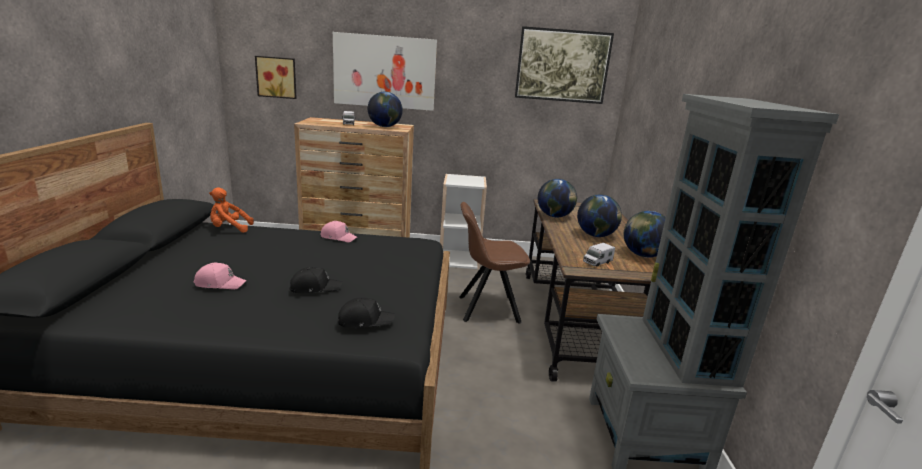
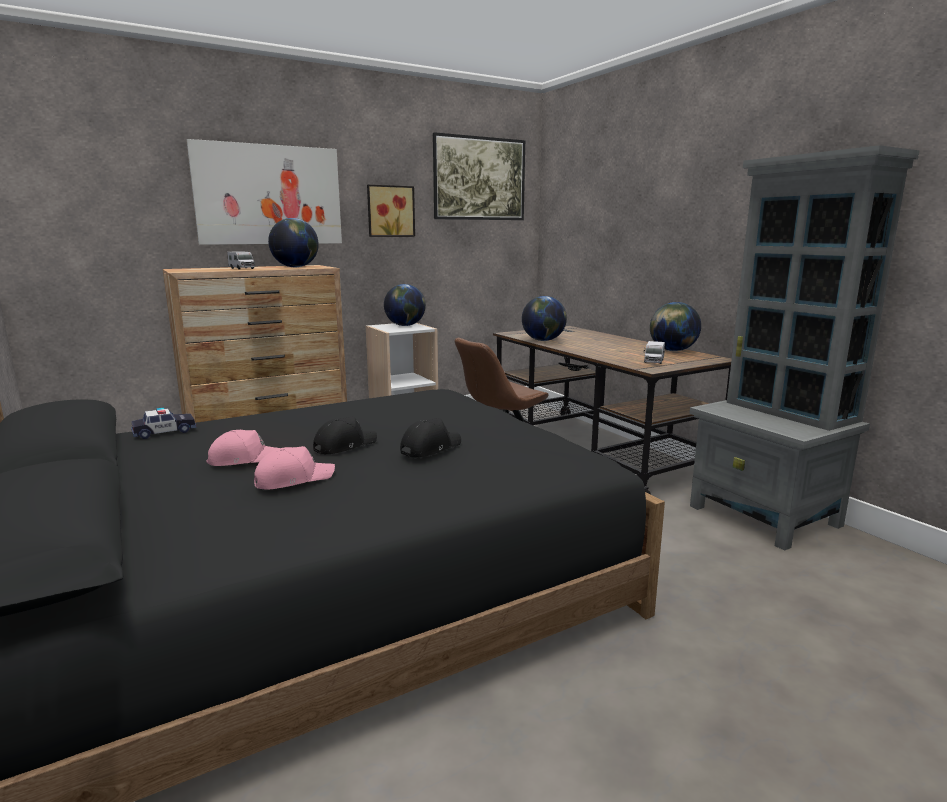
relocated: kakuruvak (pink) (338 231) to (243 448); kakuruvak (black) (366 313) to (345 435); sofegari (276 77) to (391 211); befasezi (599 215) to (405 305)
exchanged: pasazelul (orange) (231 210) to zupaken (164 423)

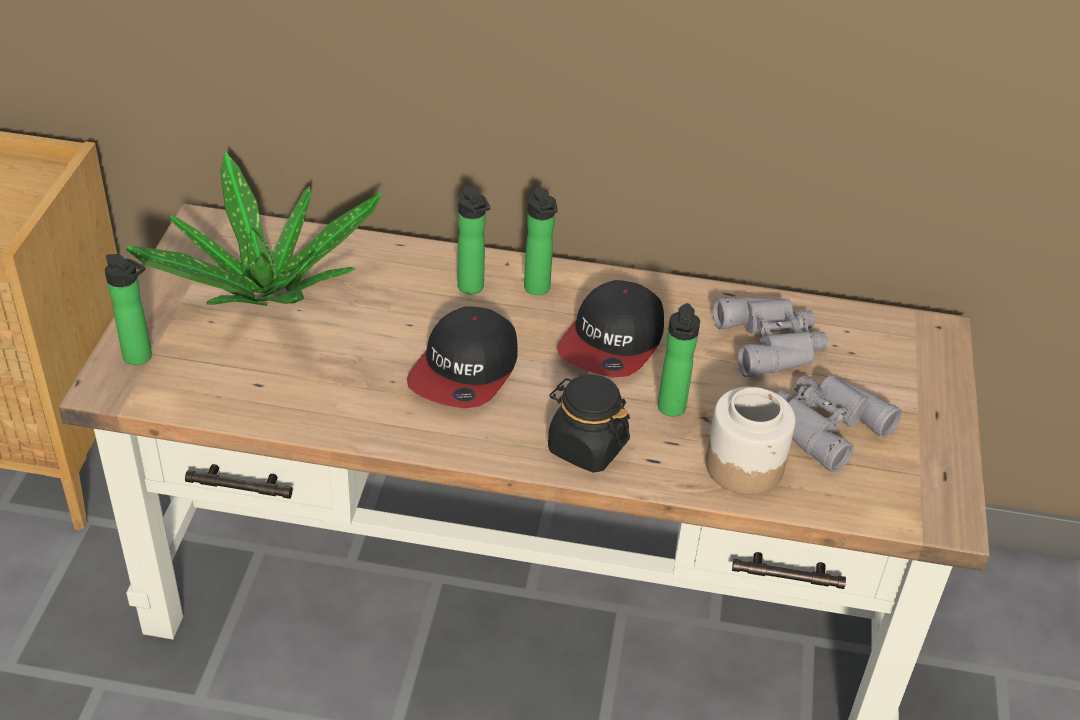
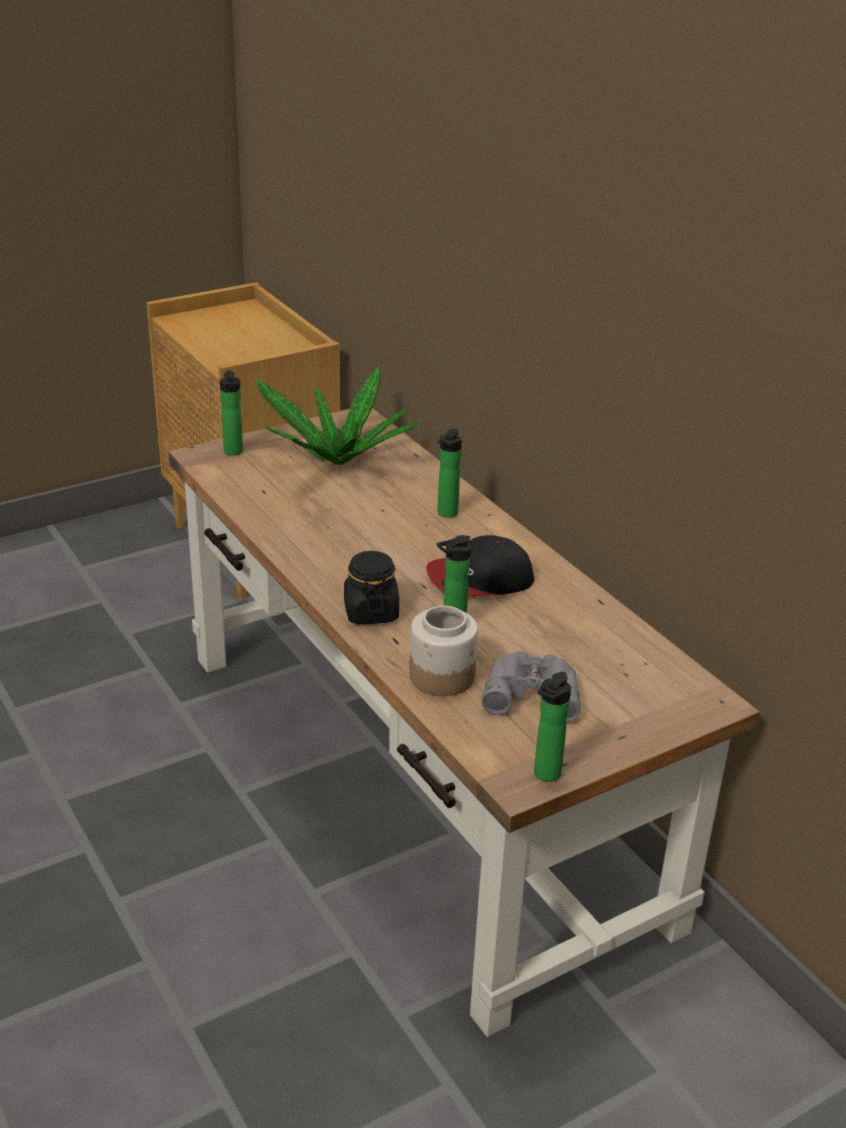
missing: kakuruvak (462 357); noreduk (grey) (770 337)
relocated: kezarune (541 241) to (552 727)

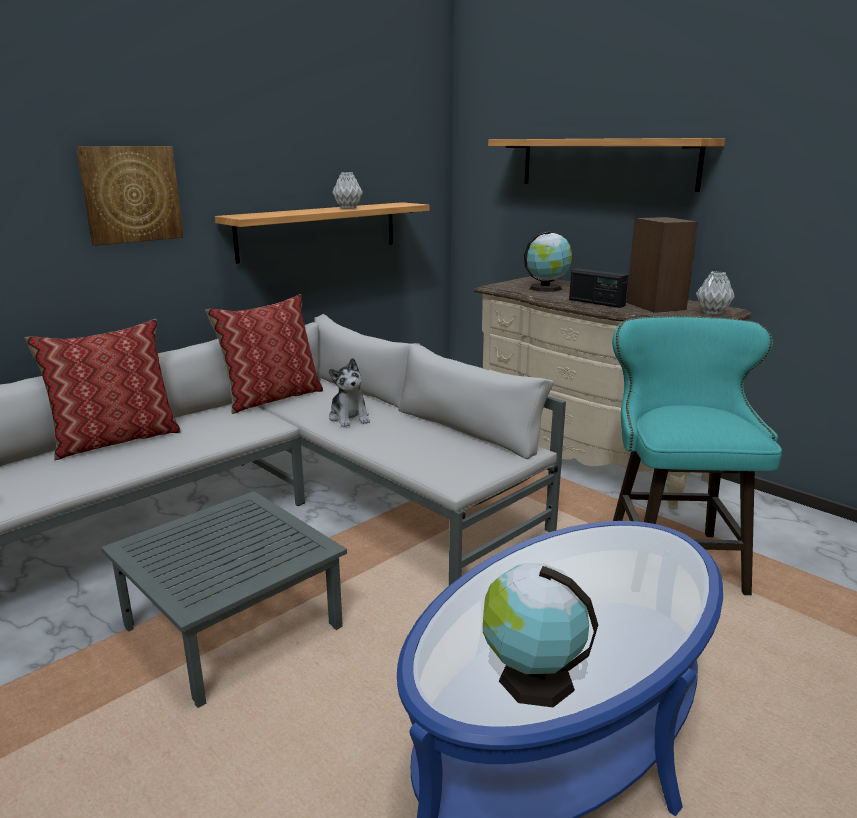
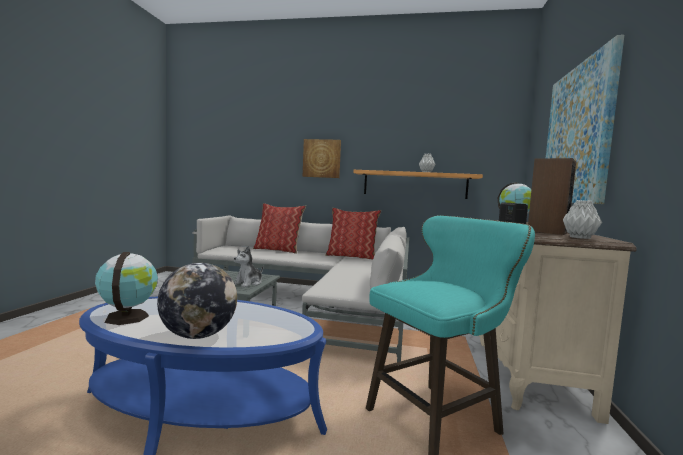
appeared: befasezi (197 301)
relocated: pasazelul (349 392) to (248 266)
exchanged: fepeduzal (606 165) to sofegari (585 119)

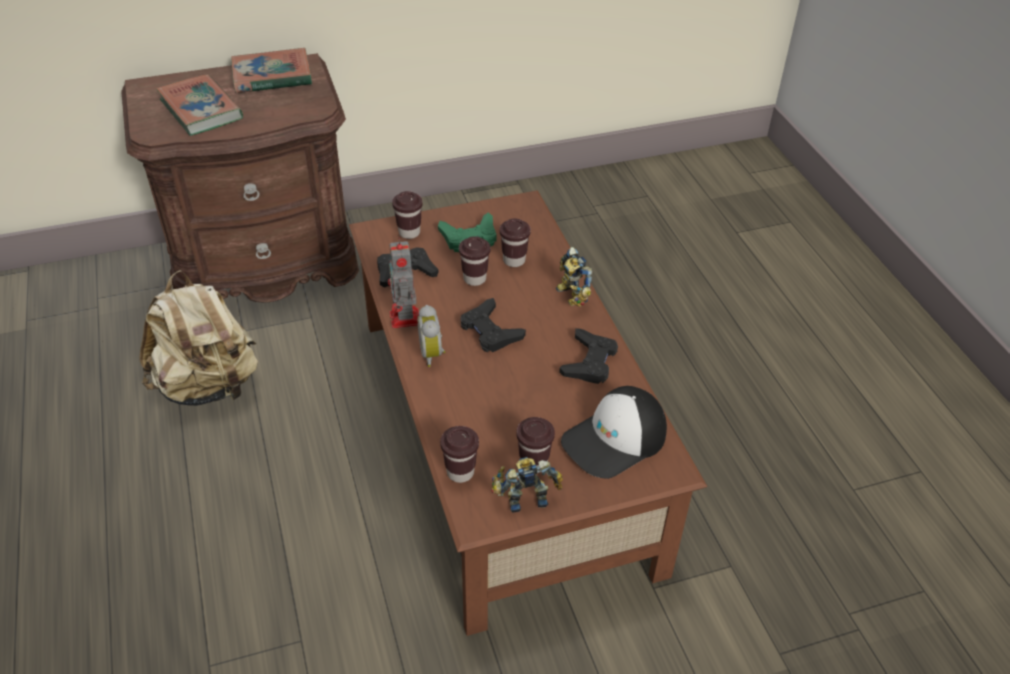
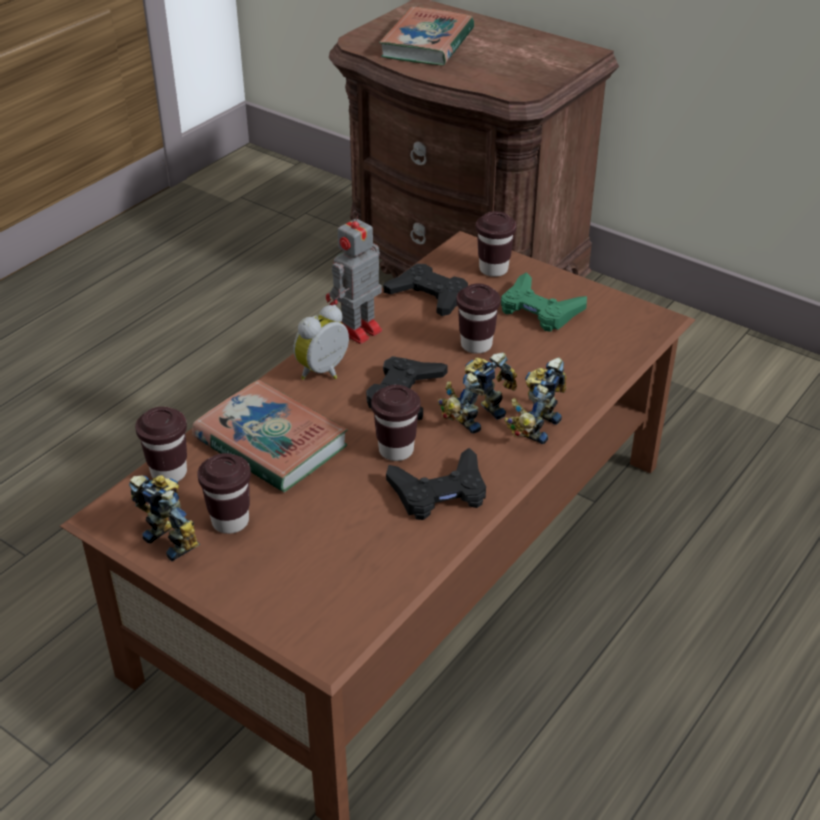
missing: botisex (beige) (198 338); kakuruvak (614 432)
appeared: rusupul (477 393)
relocated: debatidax (271 70) to (270 436); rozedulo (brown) (515 242) to (395 423)

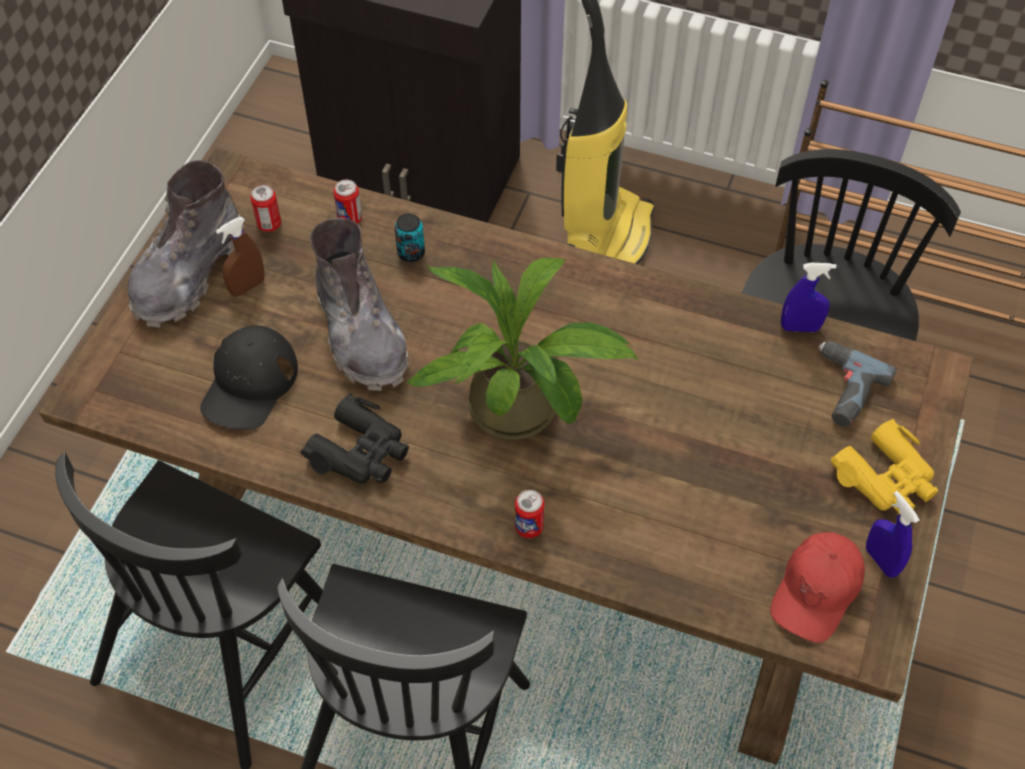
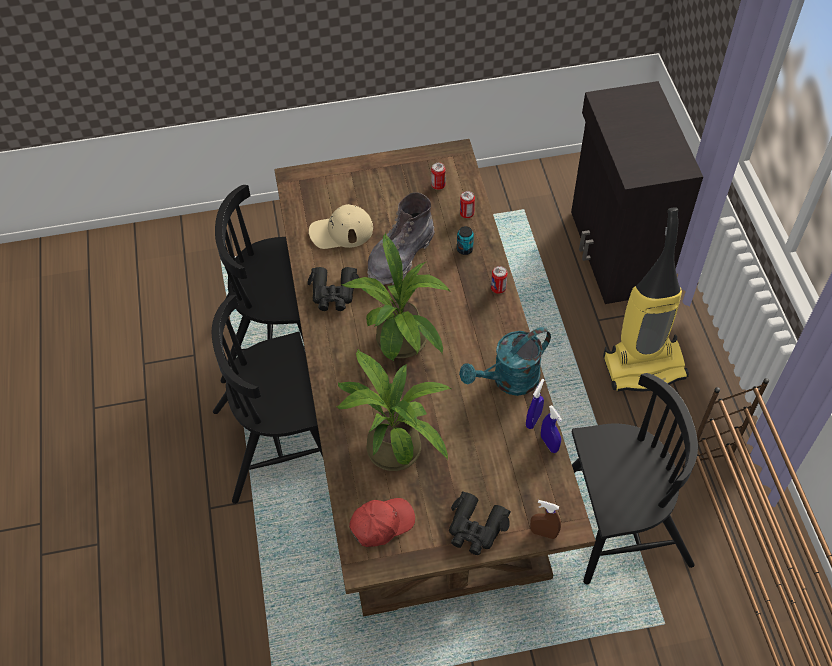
missing: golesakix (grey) (185 243); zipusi (858 384)
appeared: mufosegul (393 410); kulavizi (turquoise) (505 361)
relocated: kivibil (529 514) to (499 280); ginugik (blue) (893 534) to (535 404); ginugik (brown) (240 257) to (545 519)
colour: kakuruvak (black) (249 378) to kakuruvak (beige) (341 226); noreduk (yellow) (884 467) to noreduk (black) (480 523)
spun: kakuruvak (red) (817 587) = (382 522) 150 degrees clockwise

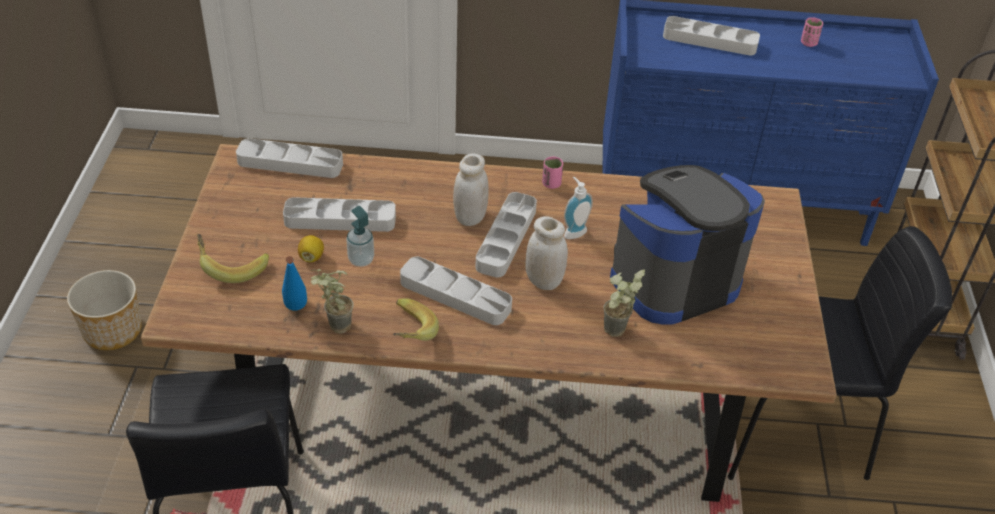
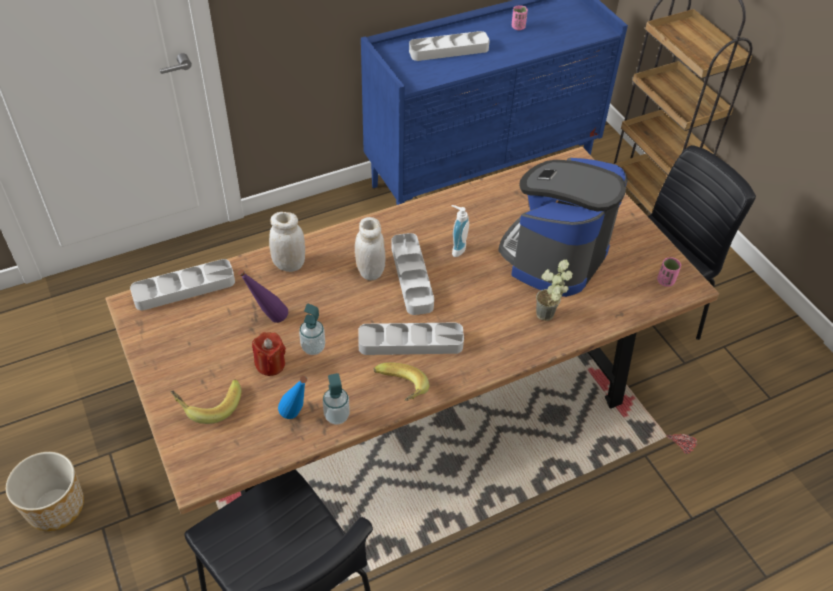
relocated: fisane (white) (546 253) to (287 242); rozedulo (pink) (552 172) to (669 272)
exchanged: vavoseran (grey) (339 214) to kezarune (purple) (263 296); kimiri (311 248) to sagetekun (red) (269 354); mufosegul (332 301) to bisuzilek (336 399)

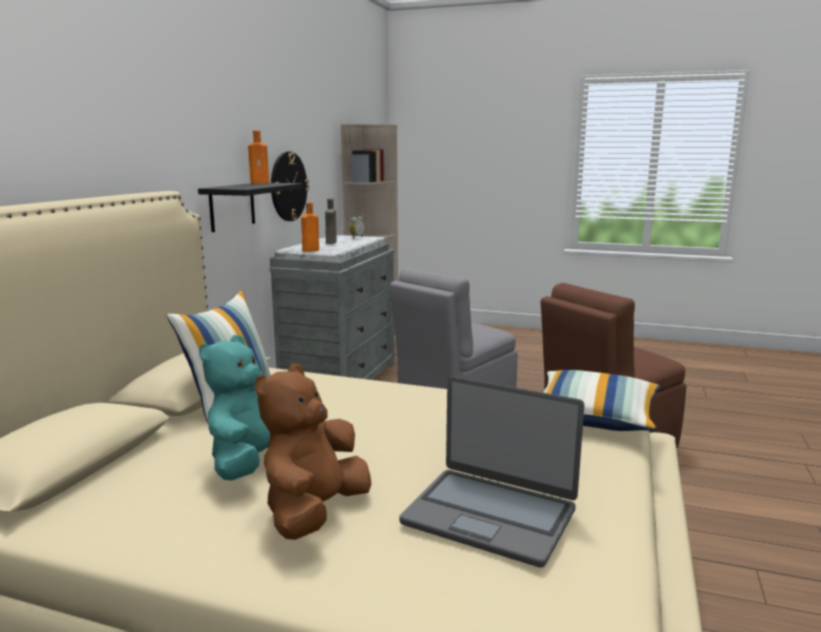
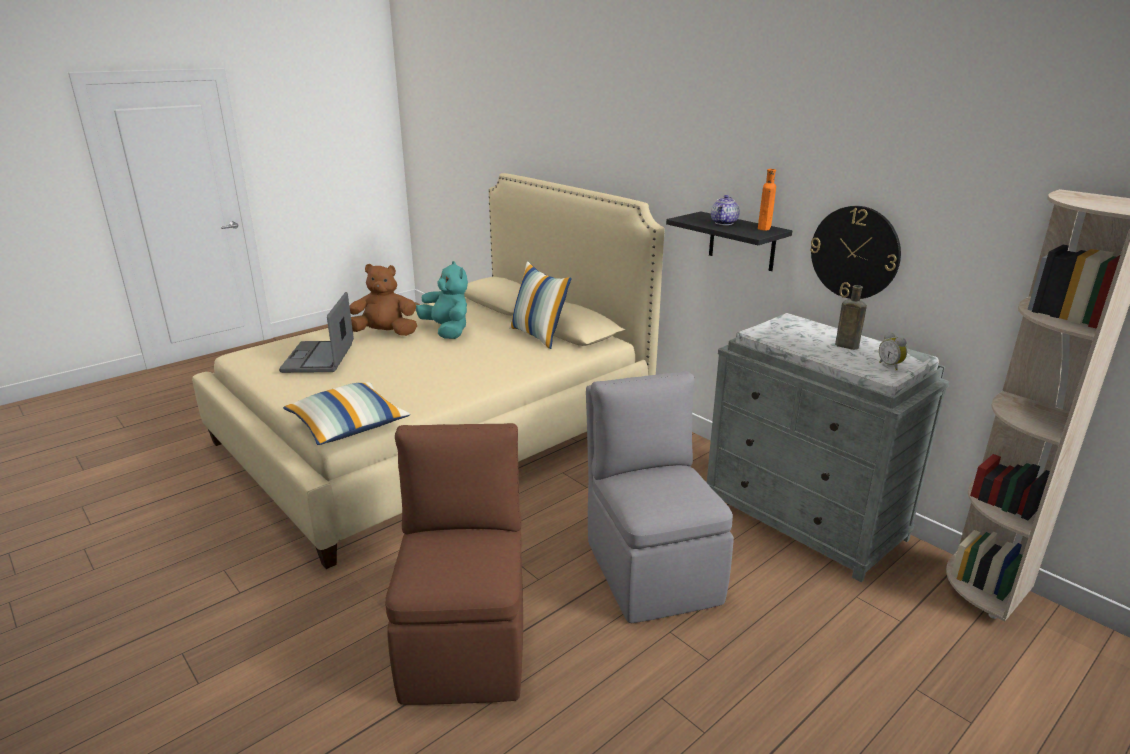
missing: kezarune (orange) (310 227)
appeared: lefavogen (725 210)
spun: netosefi (491 472) = (316 332) 60 degrees counterclockwise; pasazelul (brown) (313 452) = (383 300) 60 degrees counterclockwise

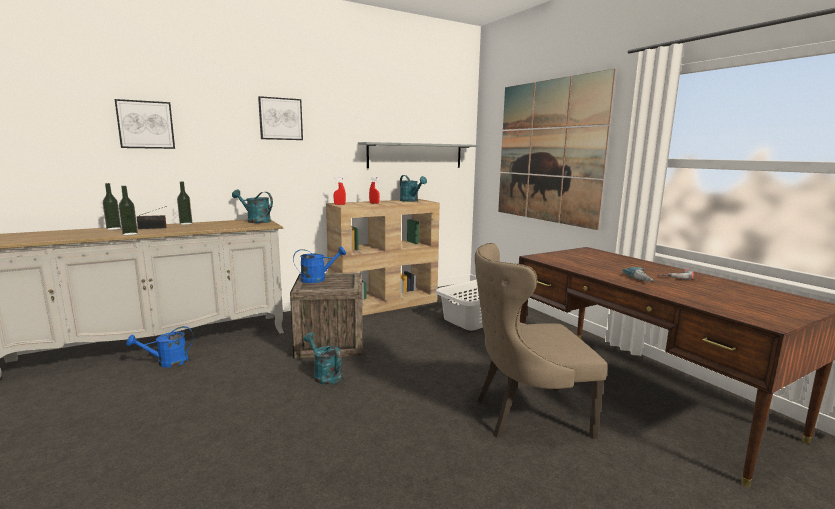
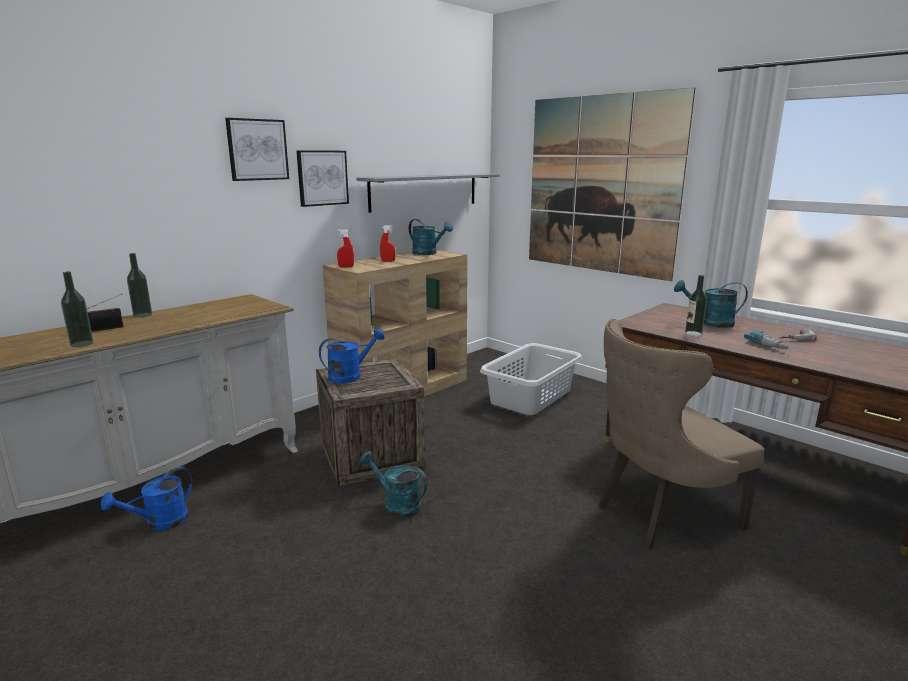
relocated: sofegari (145 124) to (322 178); kulavizi (turquoise) (252 206) to (711 304); kezarune (112 206) to (696 305)

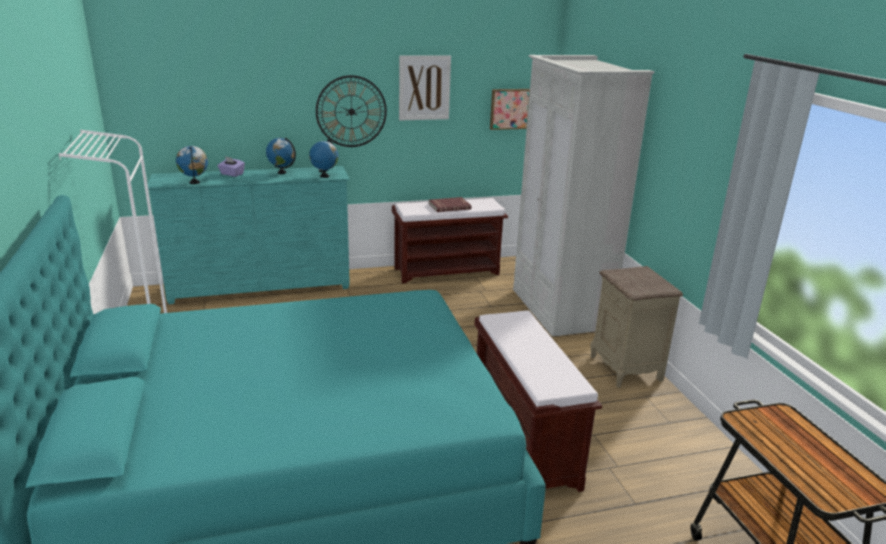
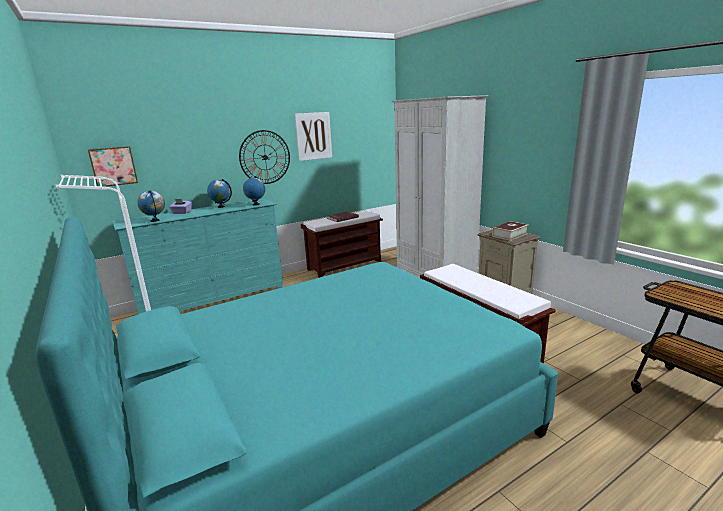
appeared: debatidax (510 231)
relocated: sofegari (510 109) to (113 166)

